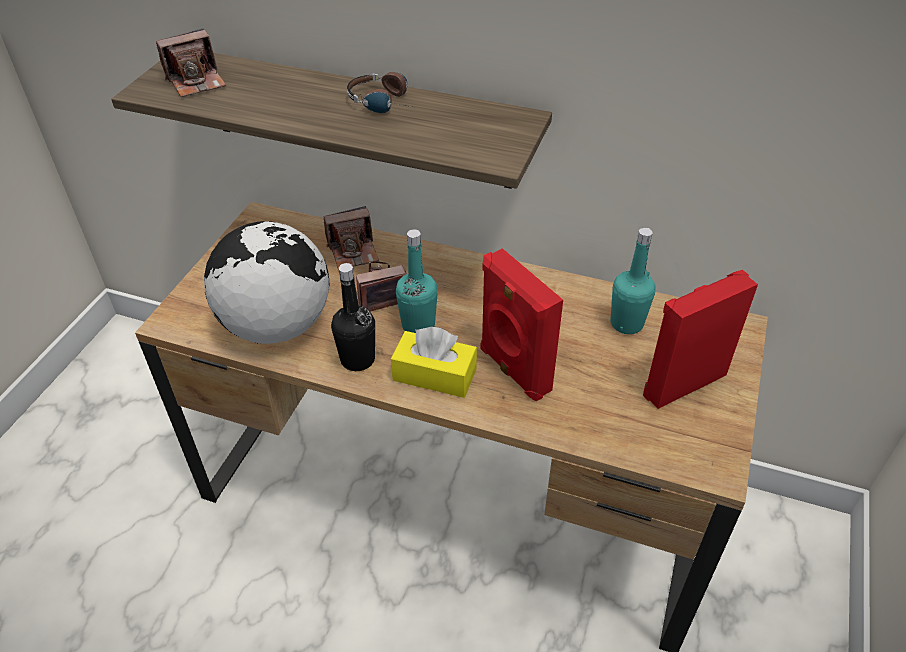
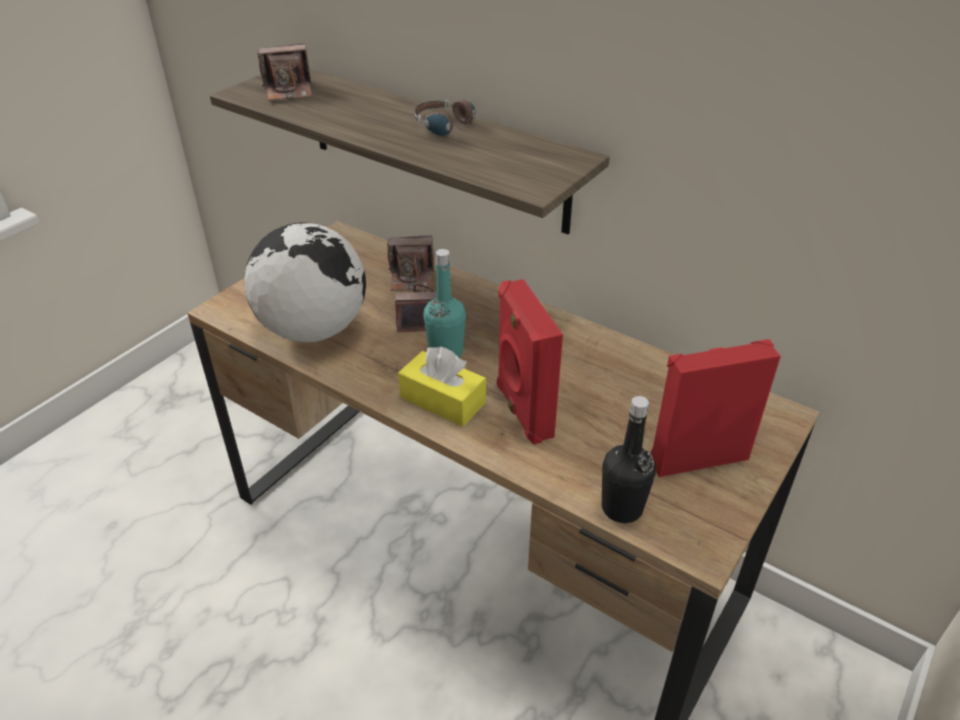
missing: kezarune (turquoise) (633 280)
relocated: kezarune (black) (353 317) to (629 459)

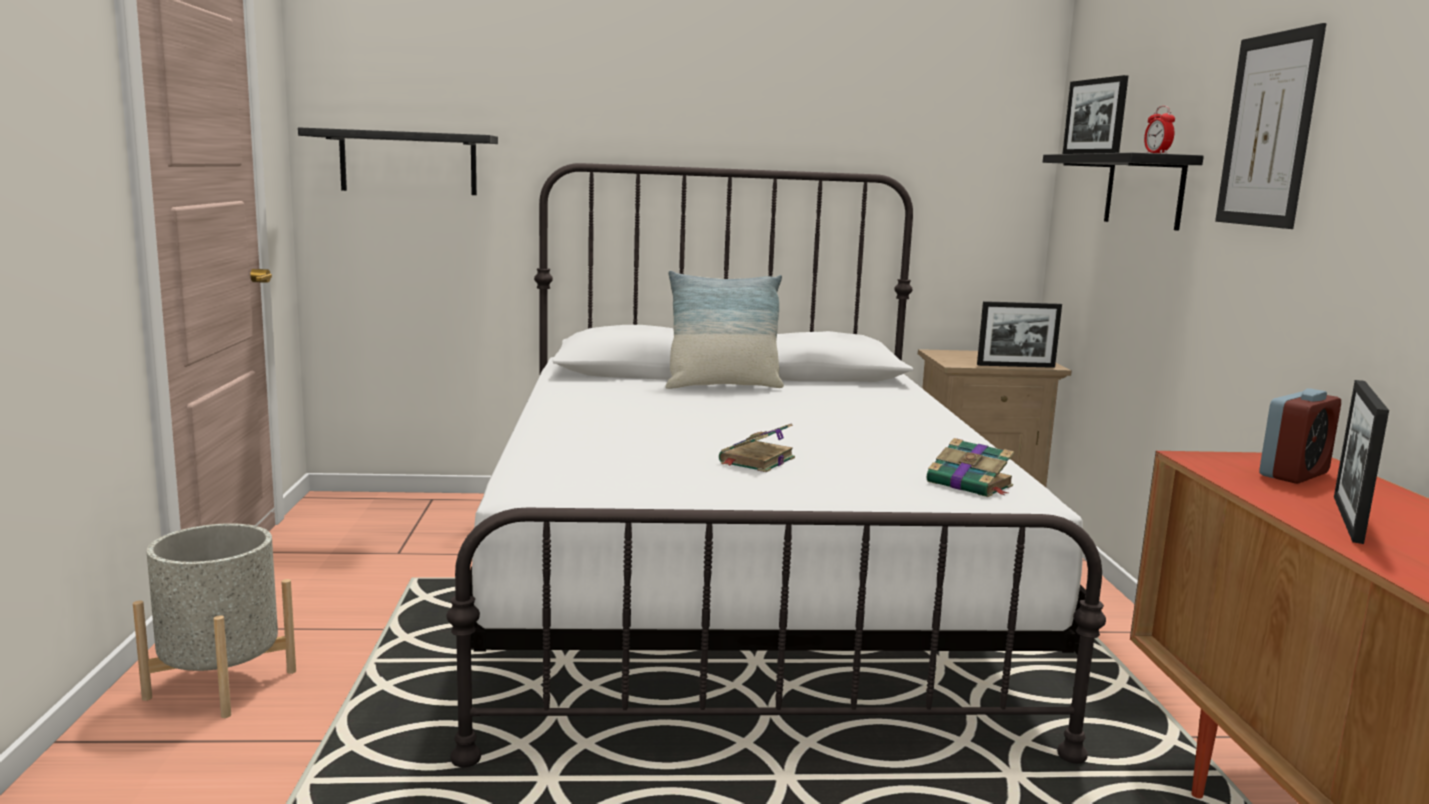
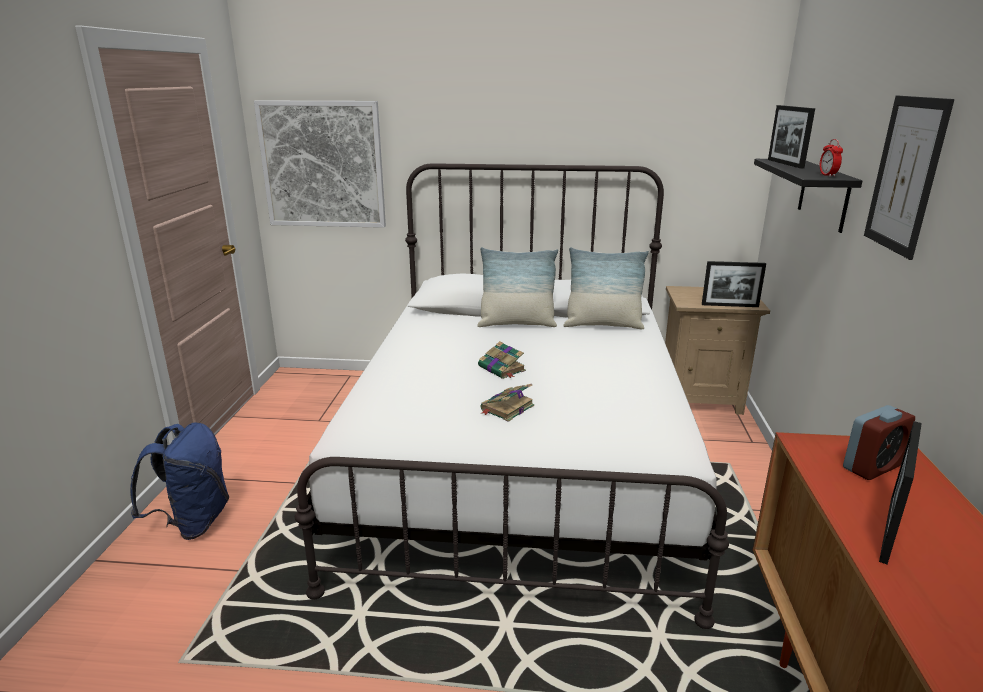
appeared: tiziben (606 288)
relocated: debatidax (970 467) to (502 360)
exchanged: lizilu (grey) (214 620) to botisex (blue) (179 481); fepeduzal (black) (398 161) to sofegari (320 164)

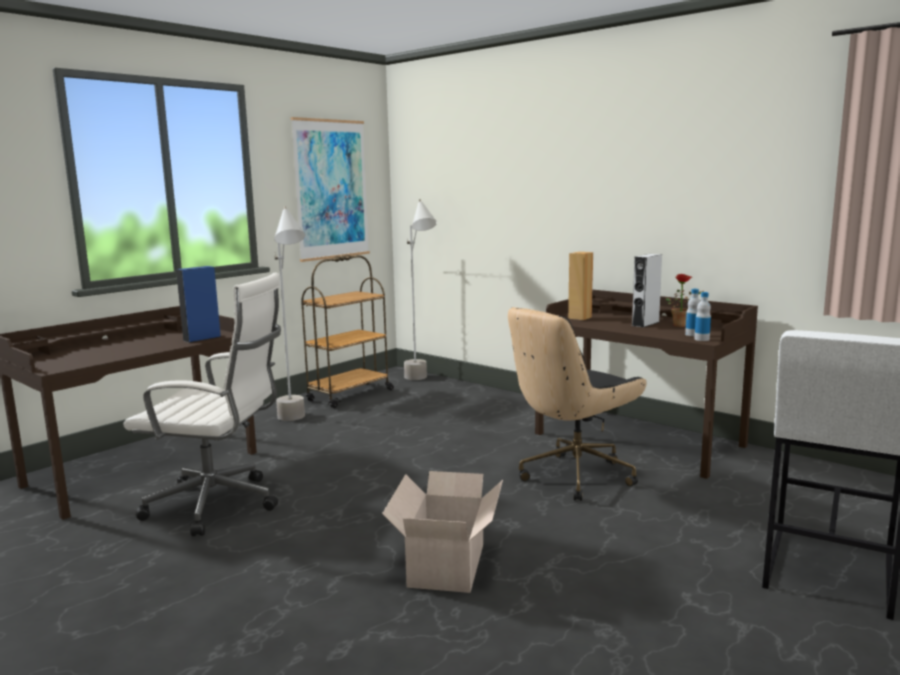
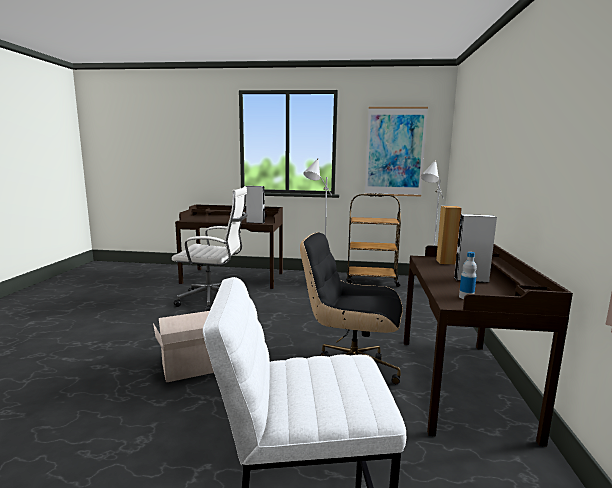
missing: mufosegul (684 300); kezarune (703 316)
colour: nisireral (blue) (198 304) to nisireral (grey) (255 204)
spun: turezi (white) (202 404) = (210 248) 60 degrees counterclockwise

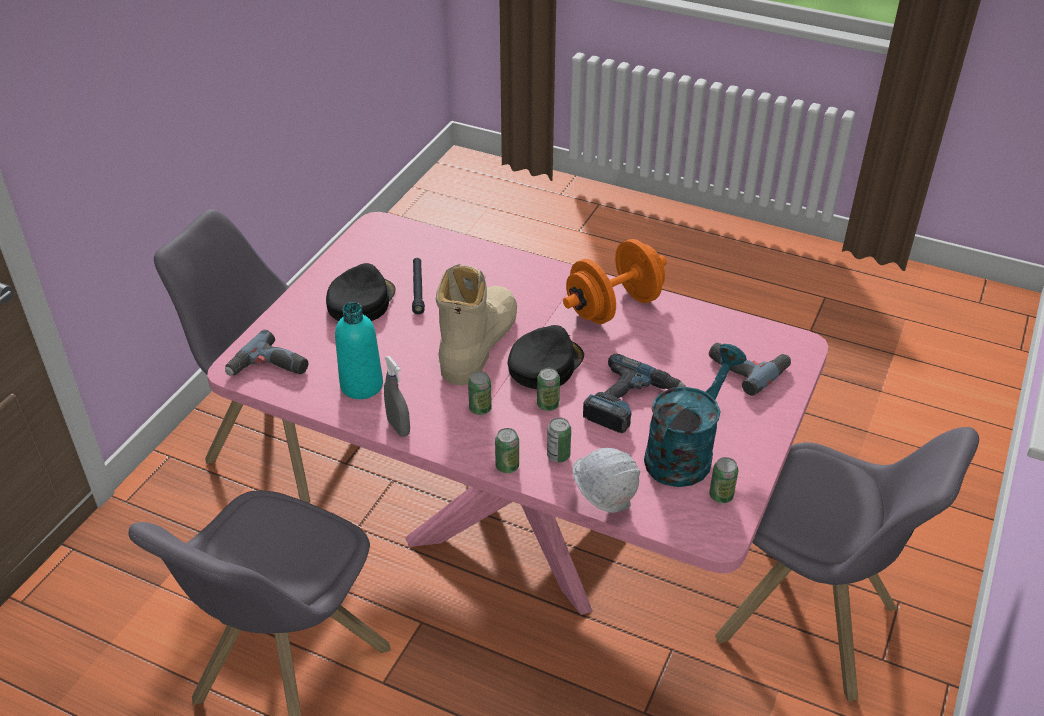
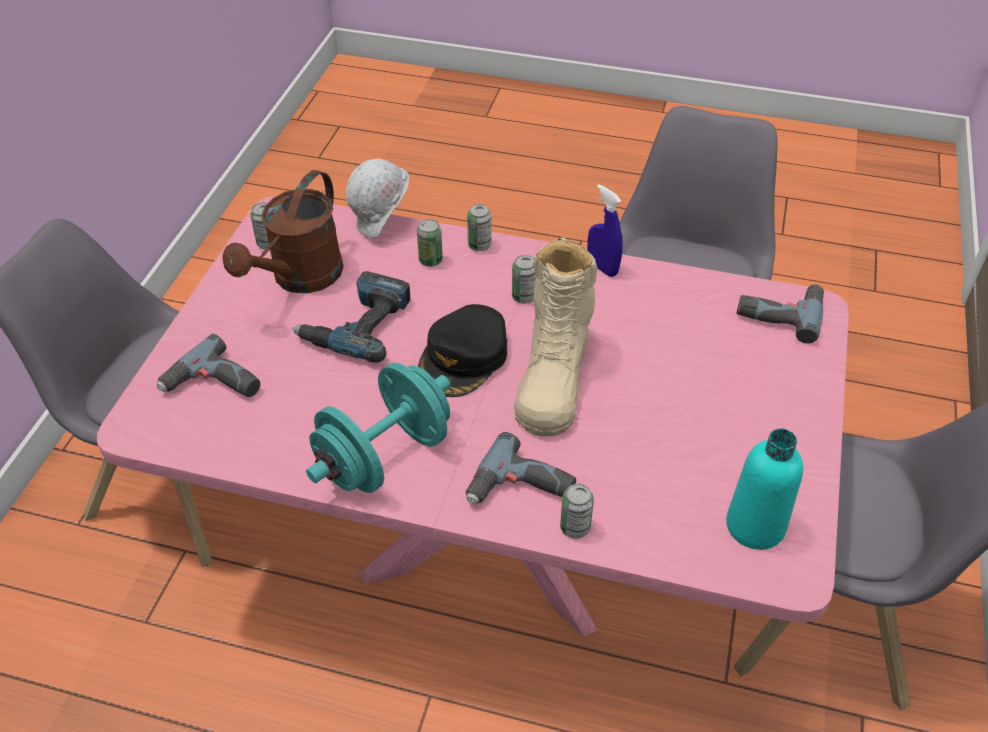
missing: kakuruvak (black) (361 292); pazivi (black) (418 286)
appeared: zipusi (521 468)
relocated: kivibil (548 389) to (577 511); kezarune (turquoise) (359 350) to (764 489)
colour: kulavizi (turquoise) (695 415) to kulavizi (brown) (283 231); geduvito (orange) (614 281) to geduvito (turquoise) (378 428); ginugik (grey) (397 396) to ginugik (blue) (605 230)

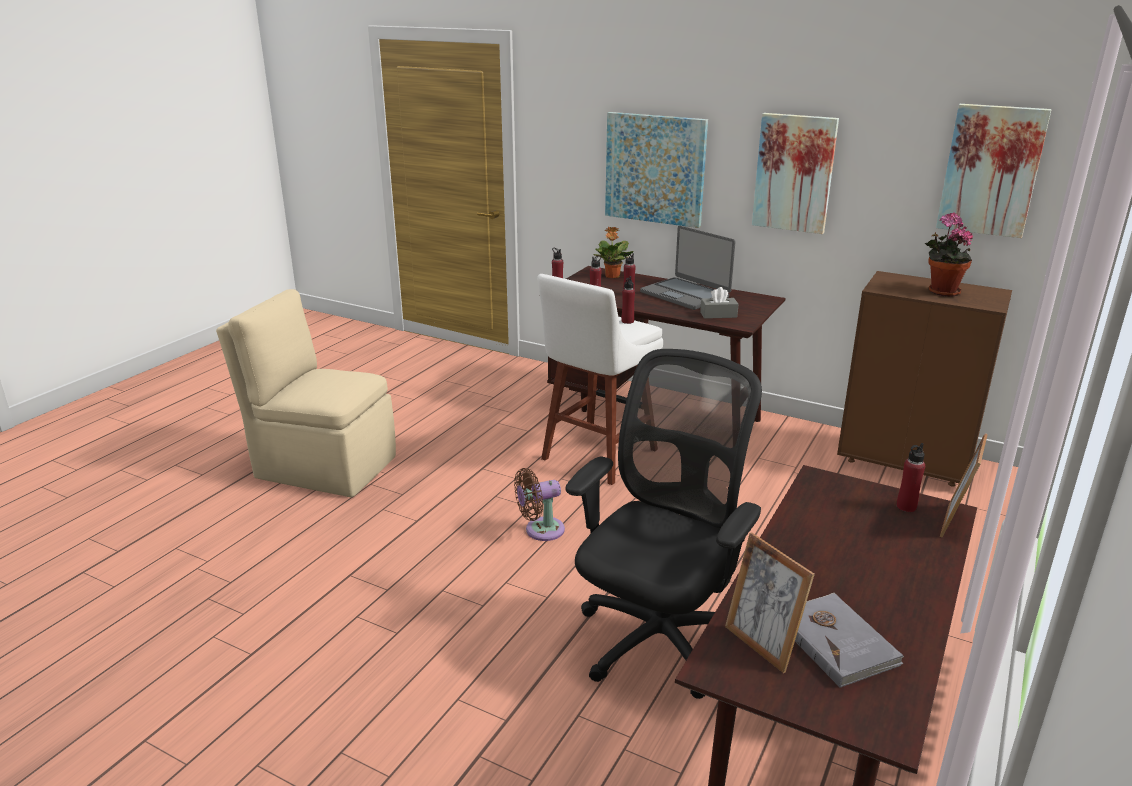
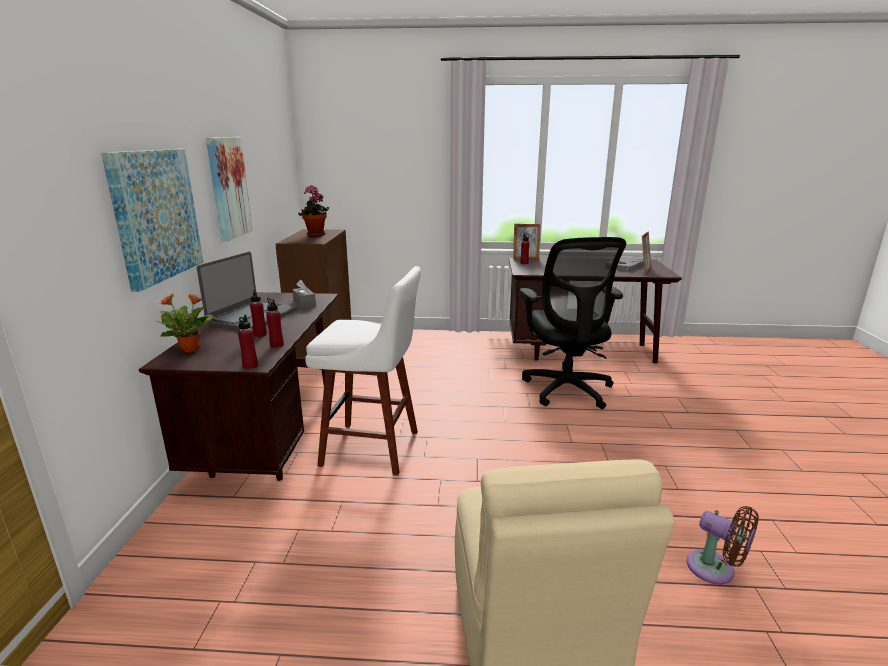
missing: kezarune (red) (628 300); sofegari (993 171)
relocated: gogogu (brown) (539 504) to (723 545)
spun: turezi (black) (664 524) = (573 323) 105 degrees counterclockwise

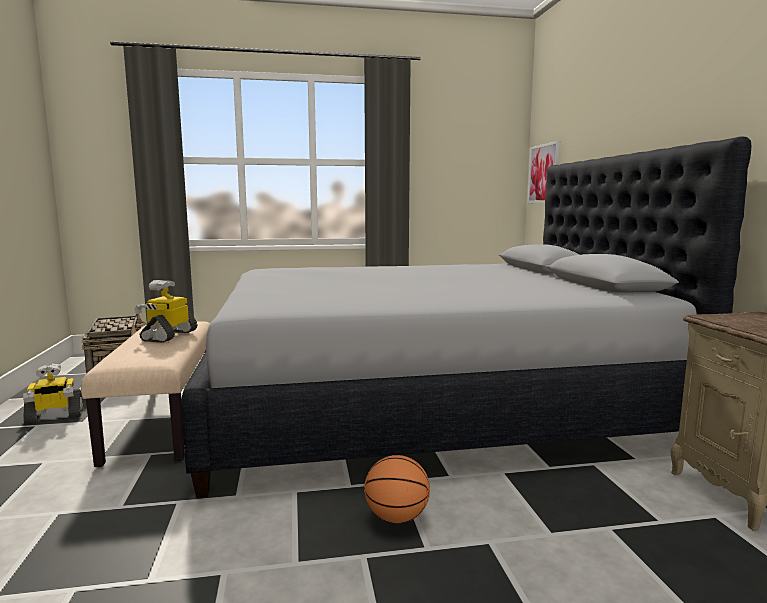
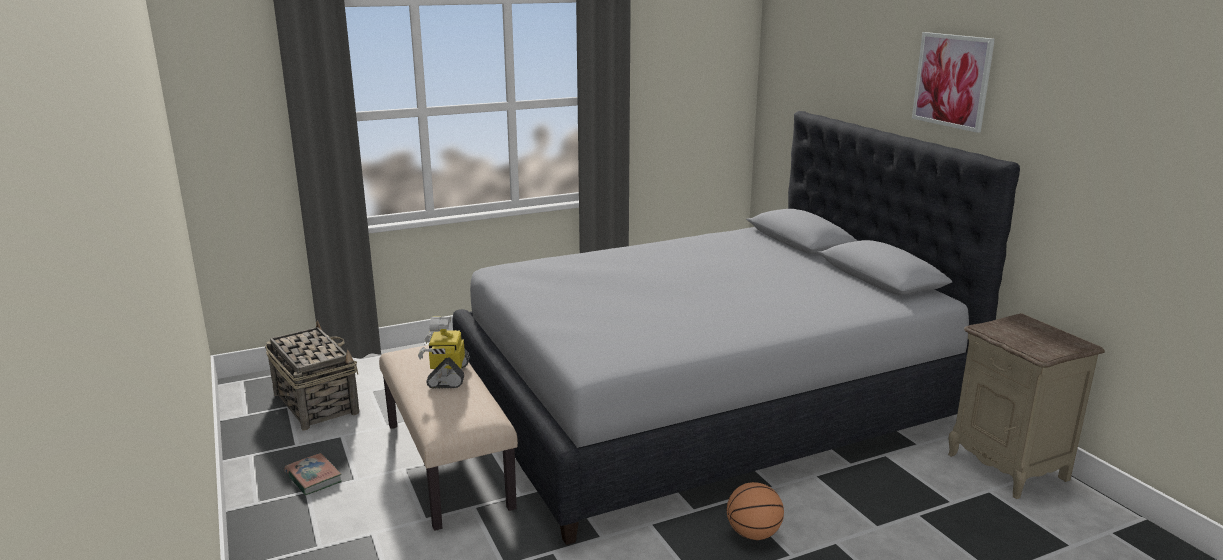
relocated: sofegari (543 172) to (953 82)
exchanged: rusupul (53 394) to debatidax (313 474)

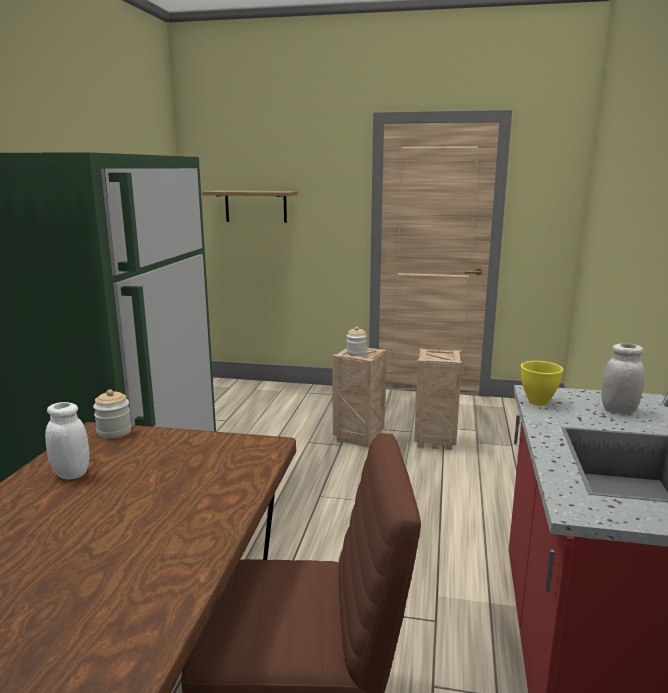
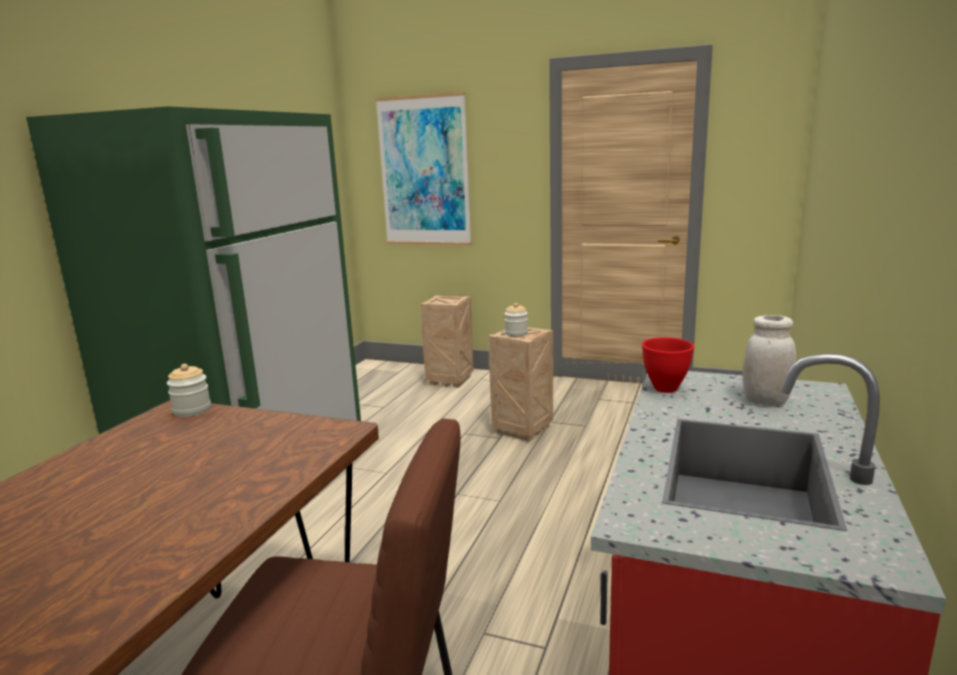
missing: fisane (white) (67 440)
relocated: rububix (438 399) to (447 341)
exchanged: fepeduzal (249 206) to sofegari (423 168)
colour: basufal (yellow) (542 383) to basufal (red) (668 365)

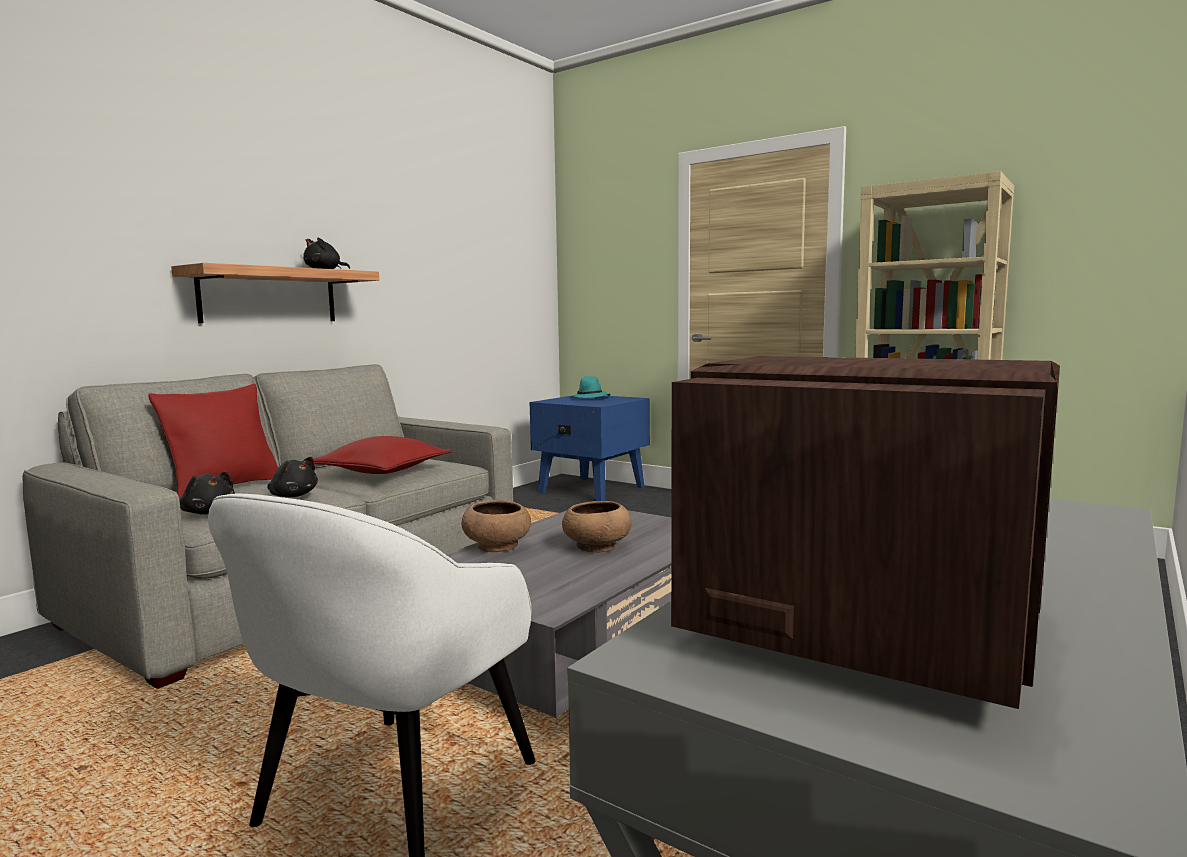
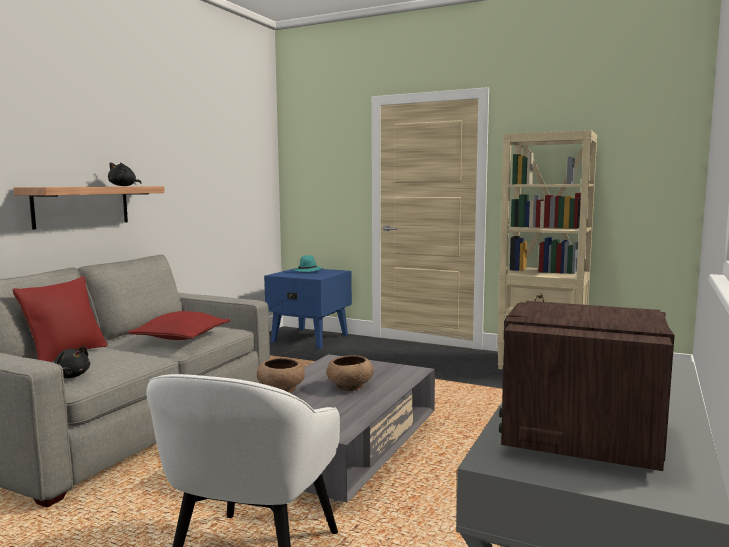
missing: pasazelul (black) (293 477)

